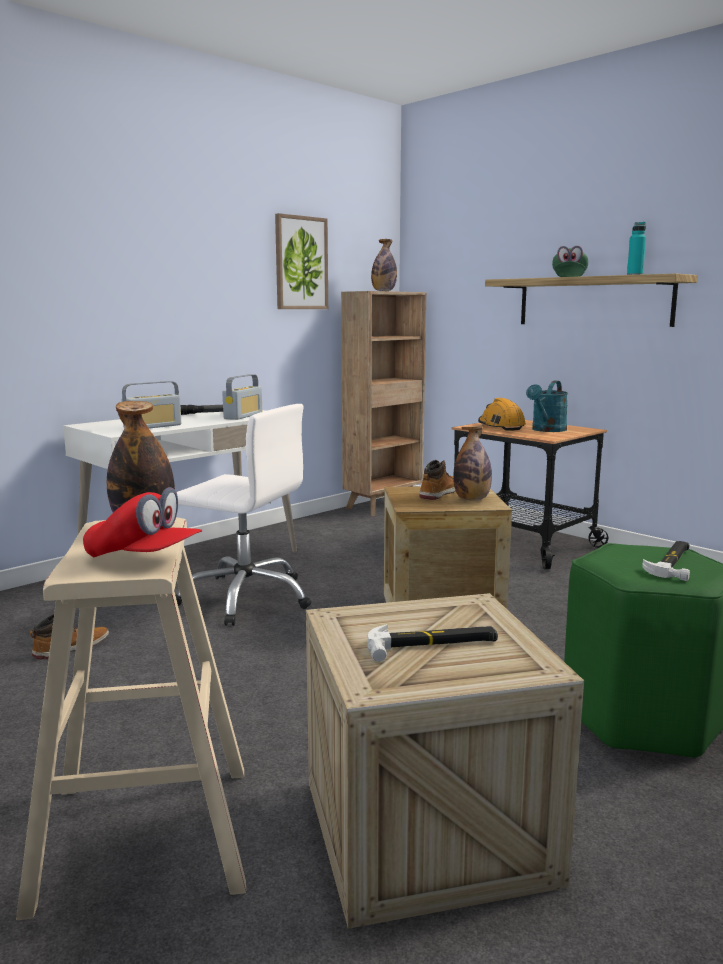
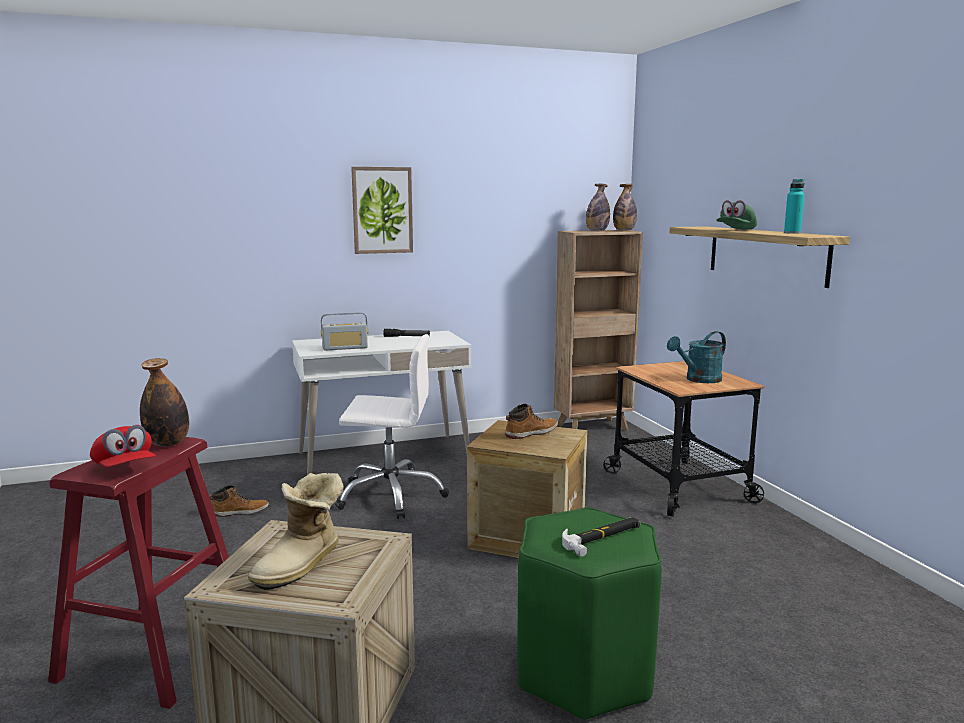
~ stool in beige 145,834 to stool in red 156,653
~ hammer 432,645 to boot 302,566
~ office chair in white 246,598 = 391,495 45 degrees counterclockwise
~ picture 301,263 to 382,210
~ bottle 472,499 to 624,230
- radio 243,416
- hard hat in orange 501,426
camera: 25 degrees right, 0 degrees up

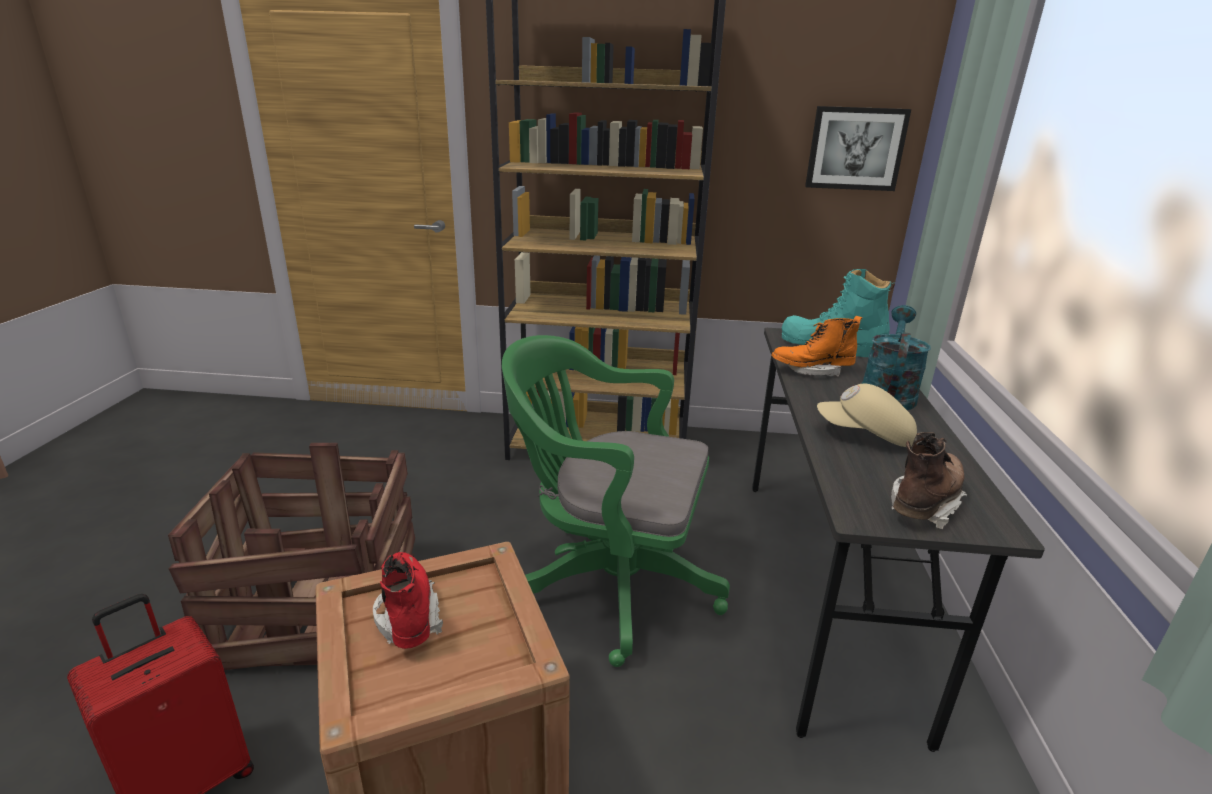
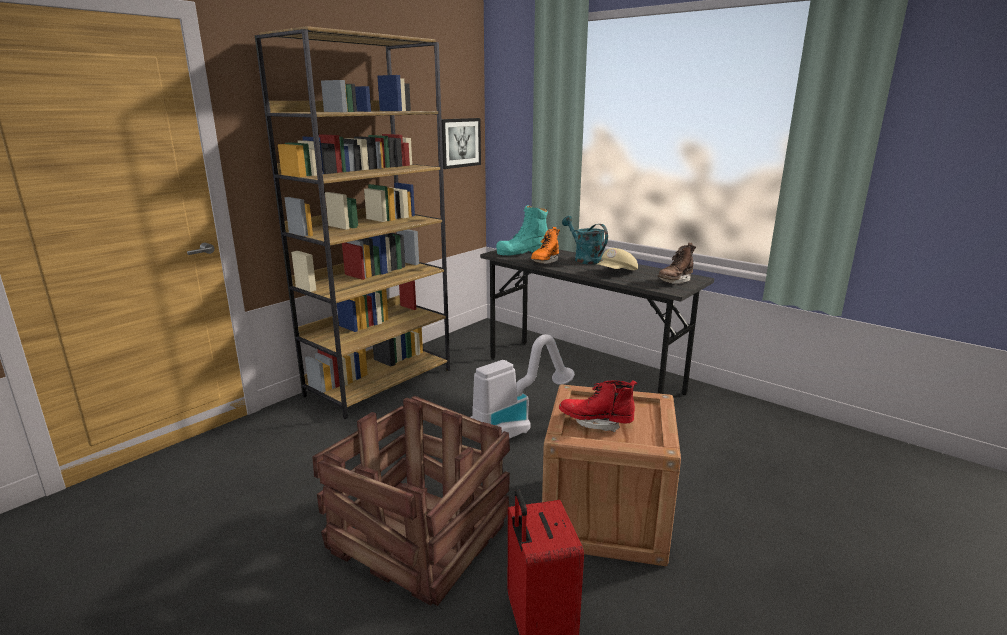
~ office chair in green 608,582 to vacuum cleaner 517,426
~ boot in brown 924,504 = 674,281 120 degrees counterclockwise
camera: 55 degrees left, 5 degrees down

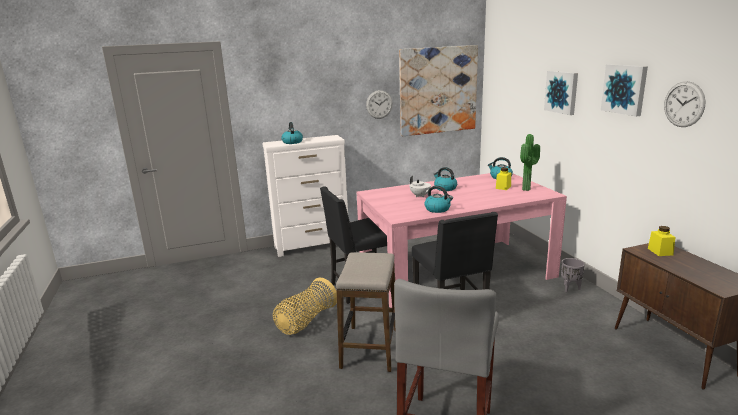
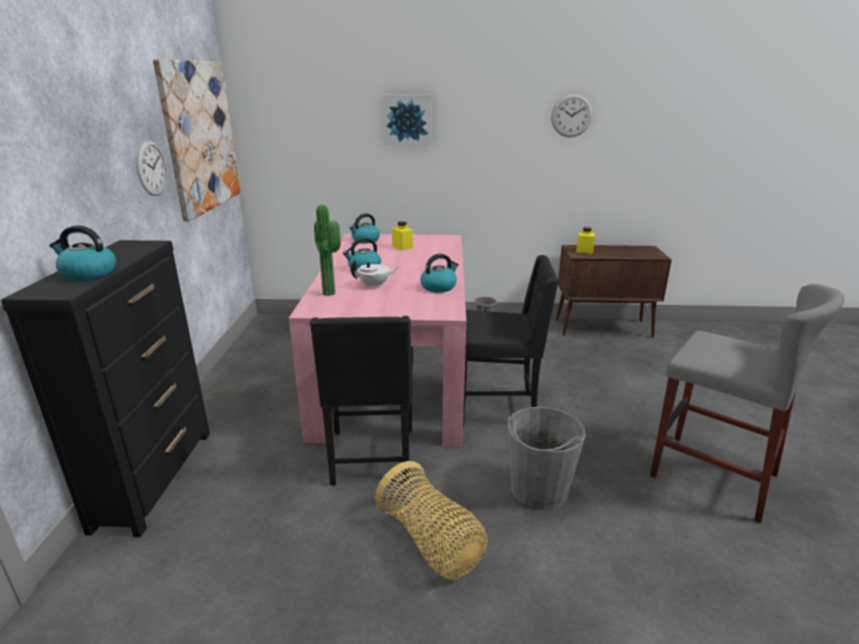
~ dresser in white 312,246 to dresser in black 156,477
~ potted plant 527,189 to 331,293
~ stool 369,348 to bucket in grey 538,489
- picture 625,89
camera: 70 degrees left, 5 degrees up

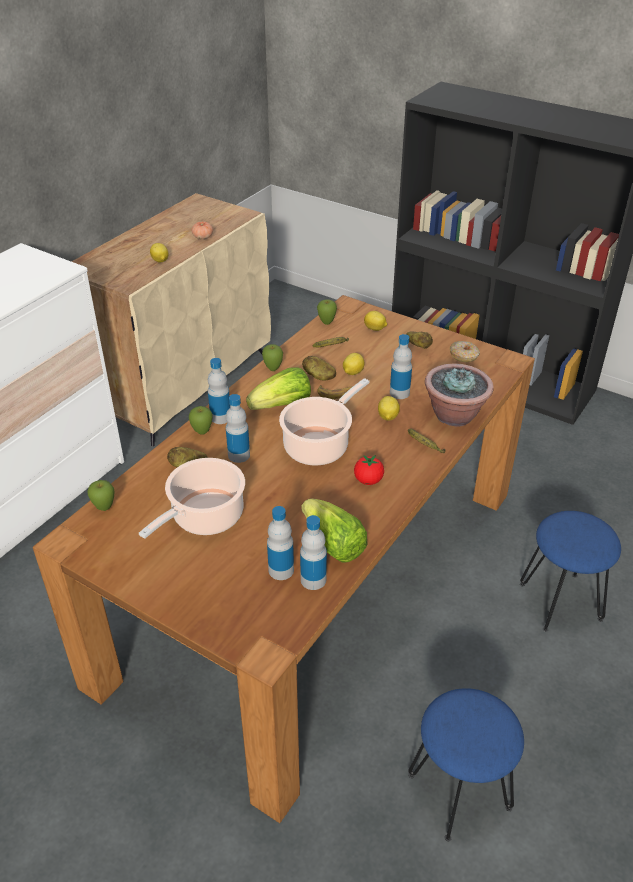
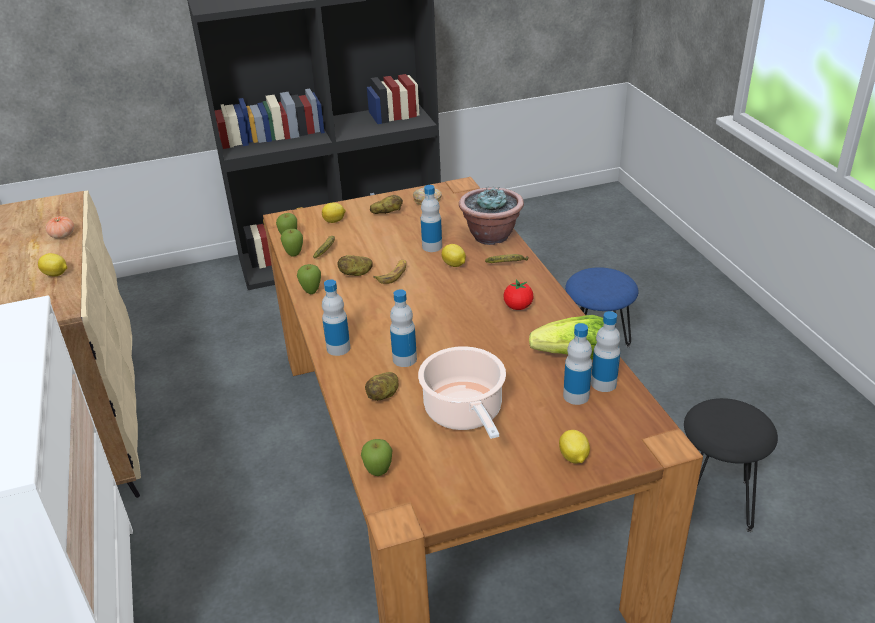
~ apple 202,432 to 294,255
~ lemon 352,372 to 573,458
~ stool in blue 459,792 to stool in black 715,500
- lettuce 282,405
- cooking pot 319,445
camera: 50 degrees left, 5 degrees down

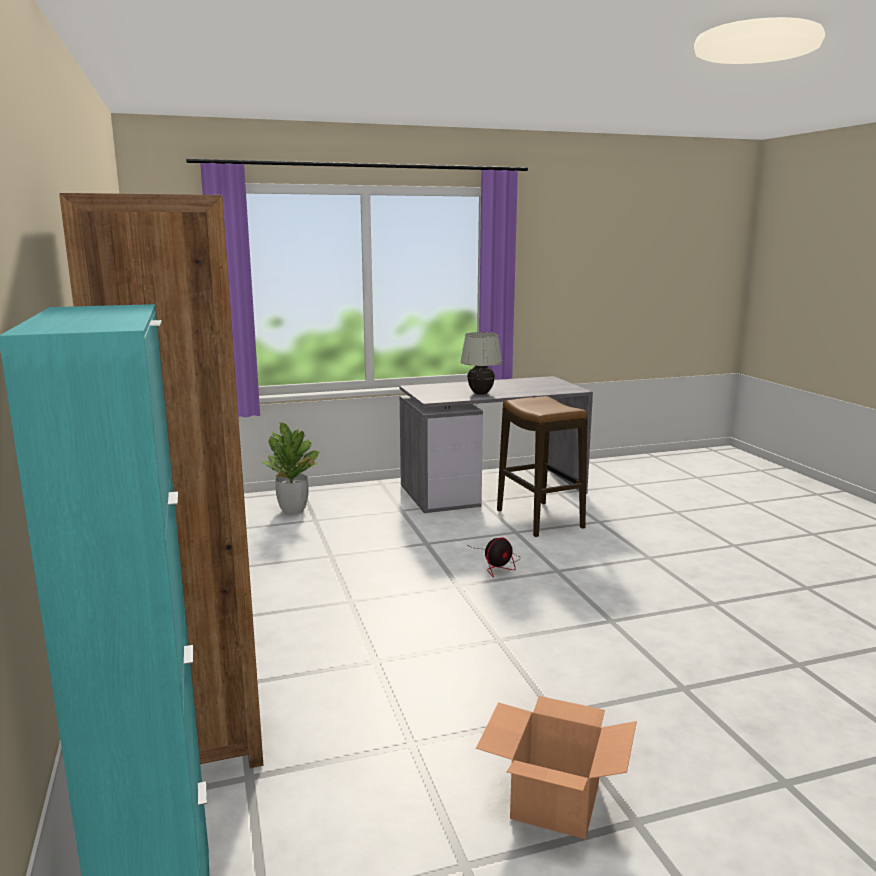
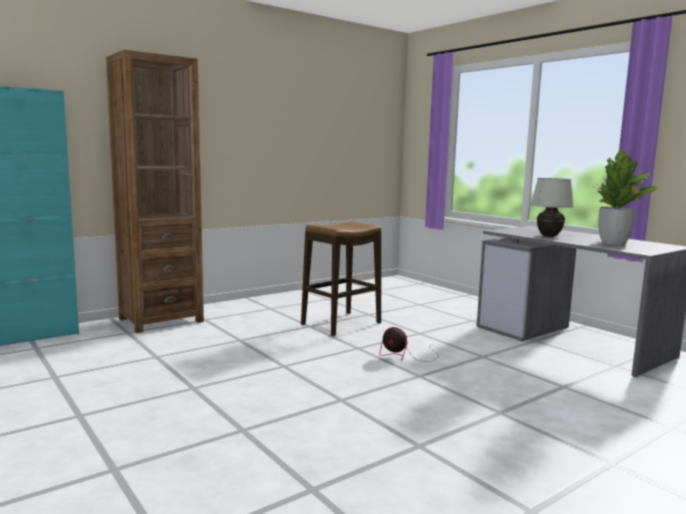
~ stool 540,519 to 341,324
~ potted plant 293,510 to 614,243
- cardboard box 556,802
camera: 70 degrees right, 5 degrees down

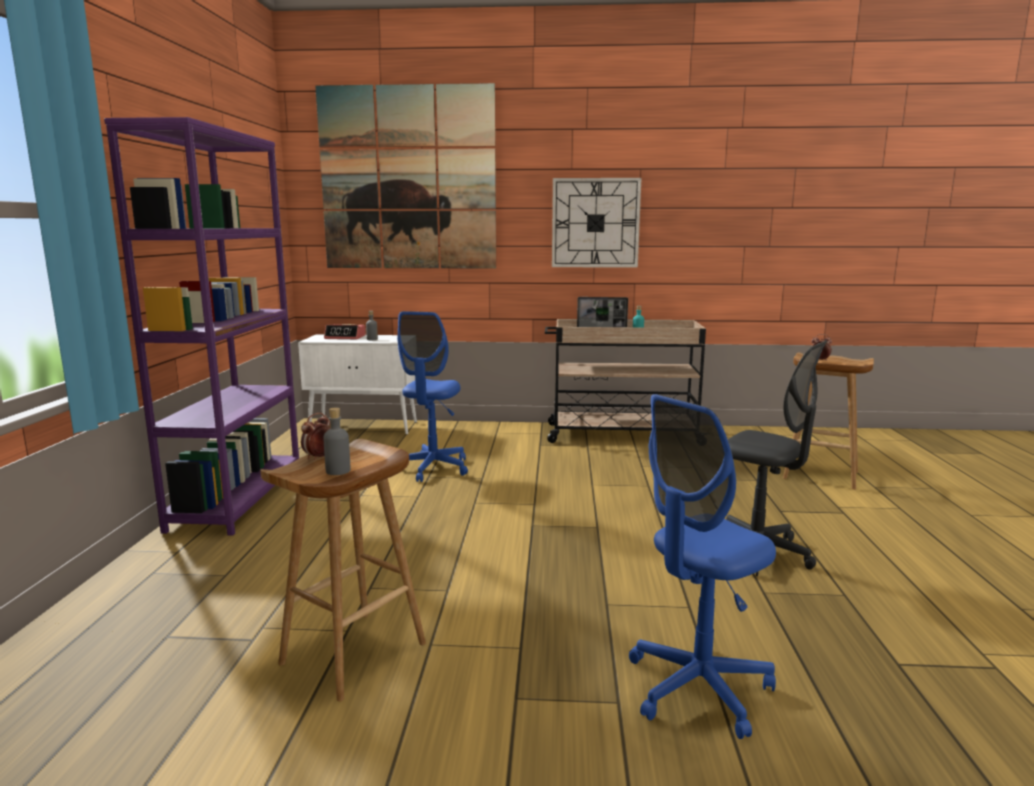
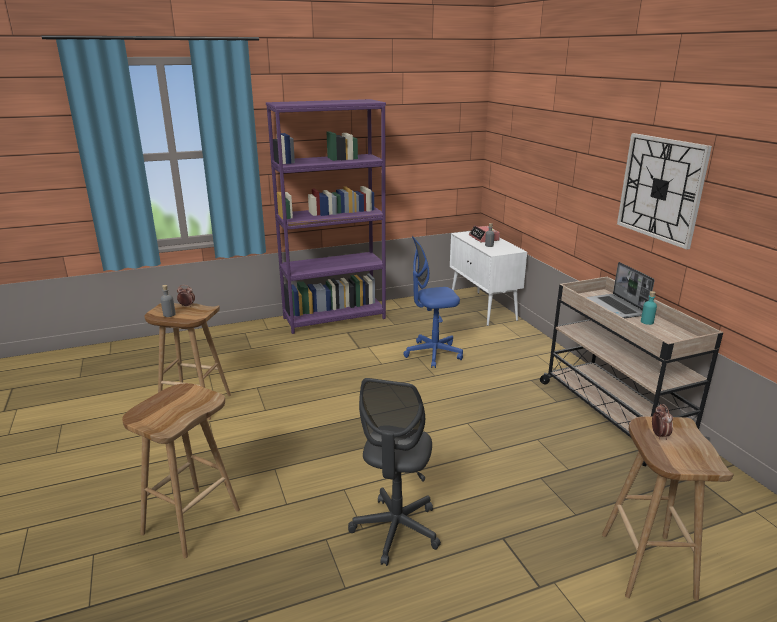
~ office chair in blue 698,688 to stool in brown 191,520
- picture 408,179
camera: 65 degrees right, 10 degrees up

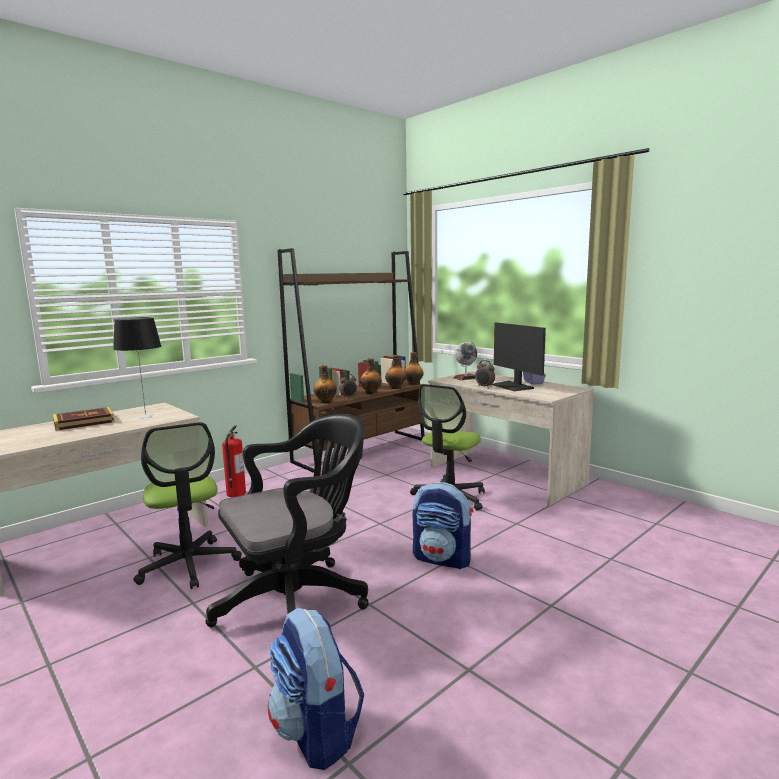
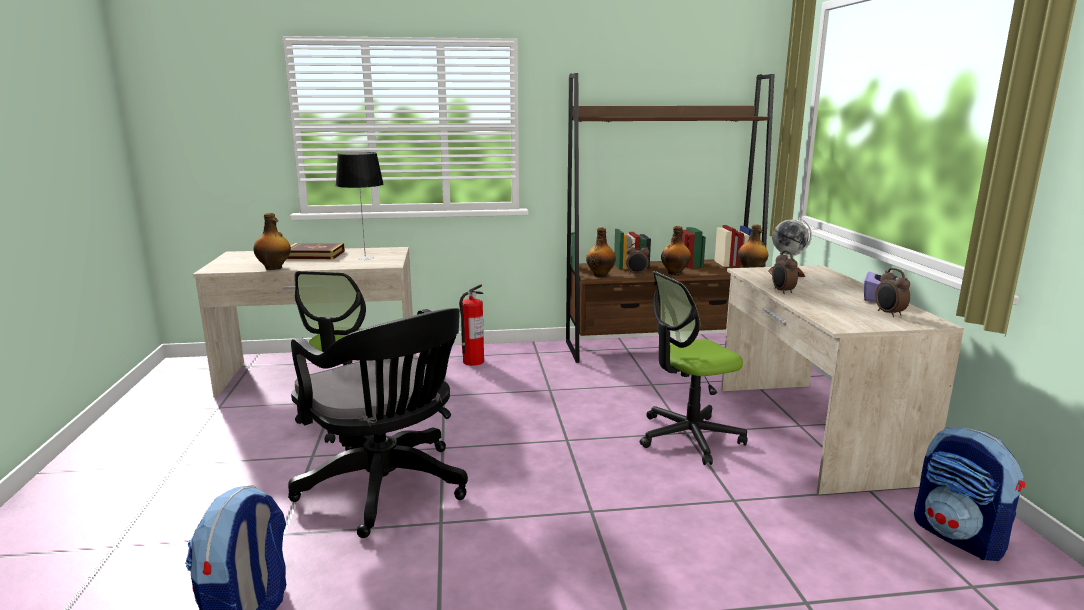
~ bottle 396,388 to 274,268
~ office chair in black 298,600 = 388,489 45 degrees clockwise
+ alarm clock 889,314
~ backpack 443,559 to 959,537
- monitor 512,386
camera: 35 degrees right, 5 degrees up

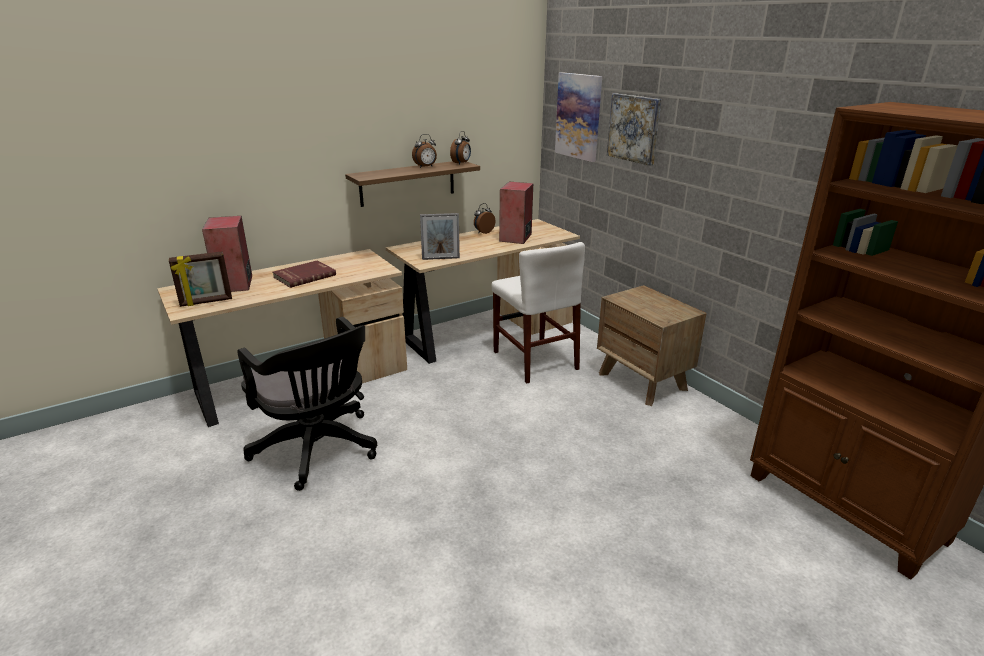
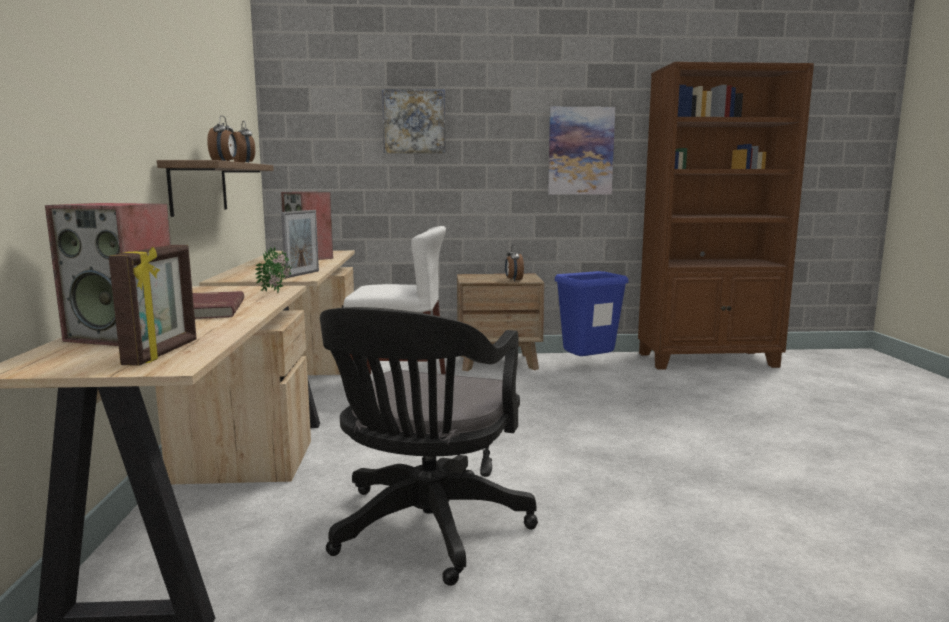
+ potted plant 278,292
~ office chair in black 319,450 = 425,531 120 degrees clockwise
~ alarm clock 483,232 to 513,280
~ picture 578,116 to 580,151
+ trash can in blue 588,366
camera: 60 degrees left, 15 degrees down

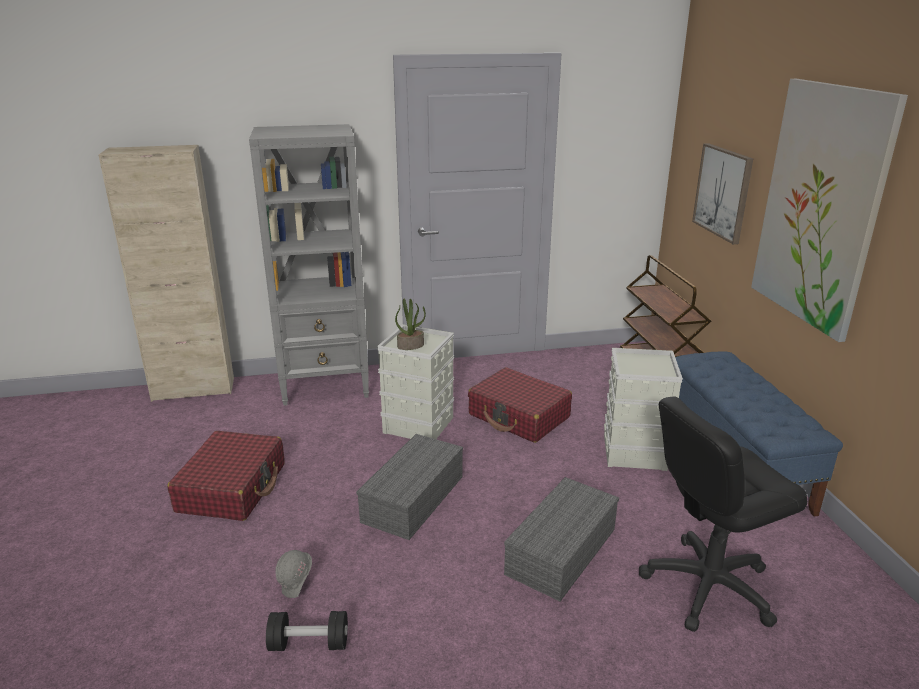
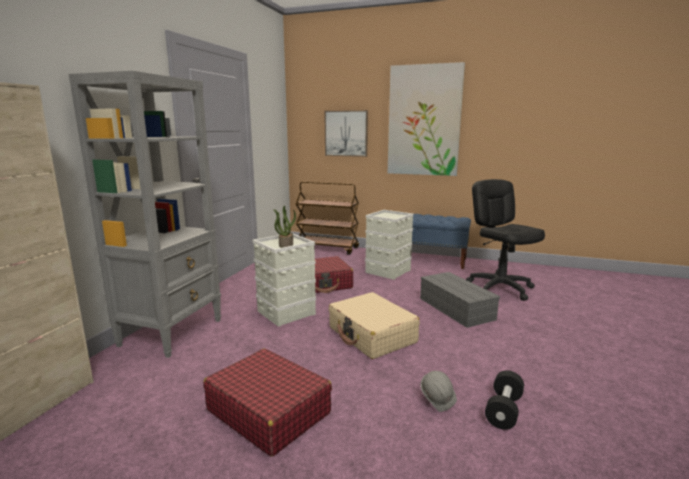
~ storage box in grey 413,500 to suitcase in beige 372,335
~ office chair in black 708,586 = 500,288 150 degrees clockwise
camera: 60 degrees left, 10 degrees down

